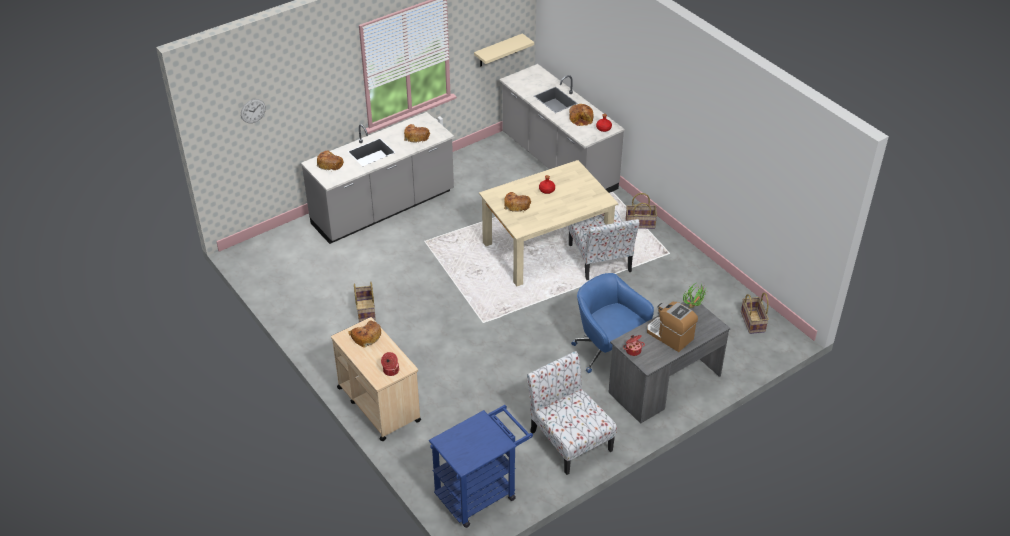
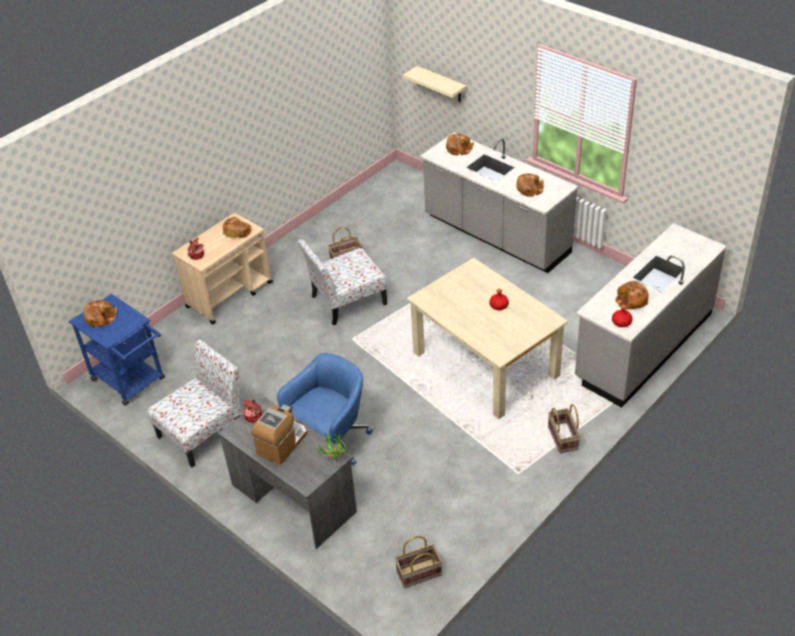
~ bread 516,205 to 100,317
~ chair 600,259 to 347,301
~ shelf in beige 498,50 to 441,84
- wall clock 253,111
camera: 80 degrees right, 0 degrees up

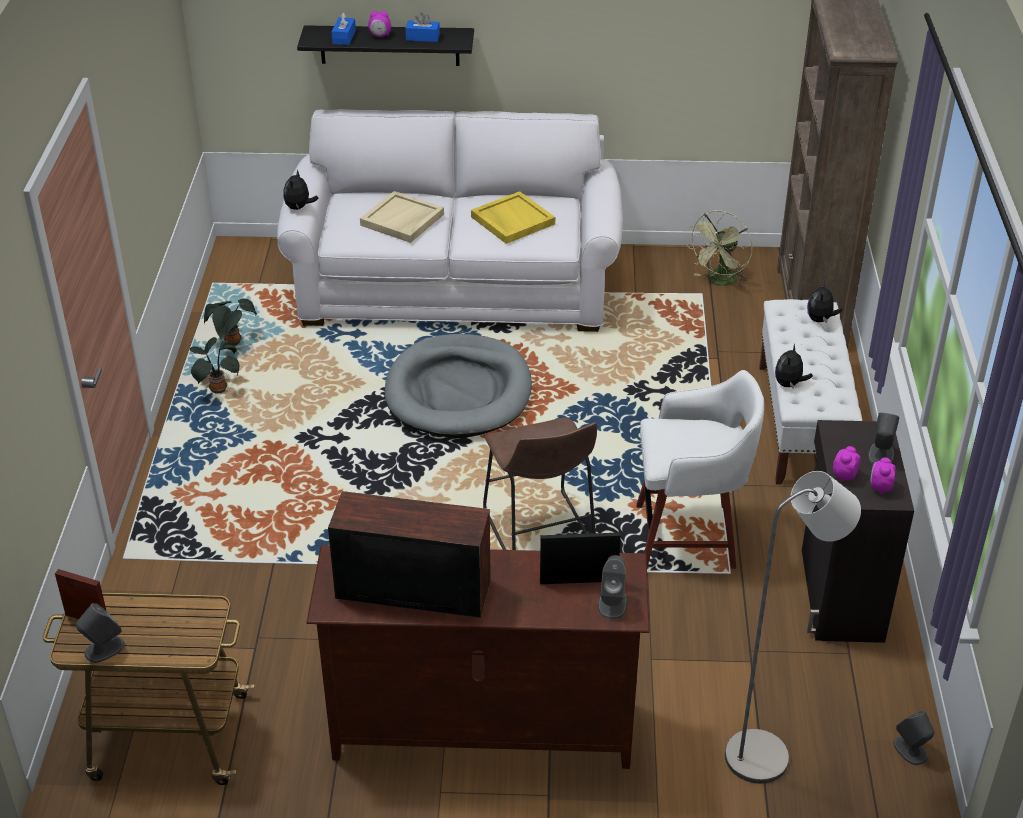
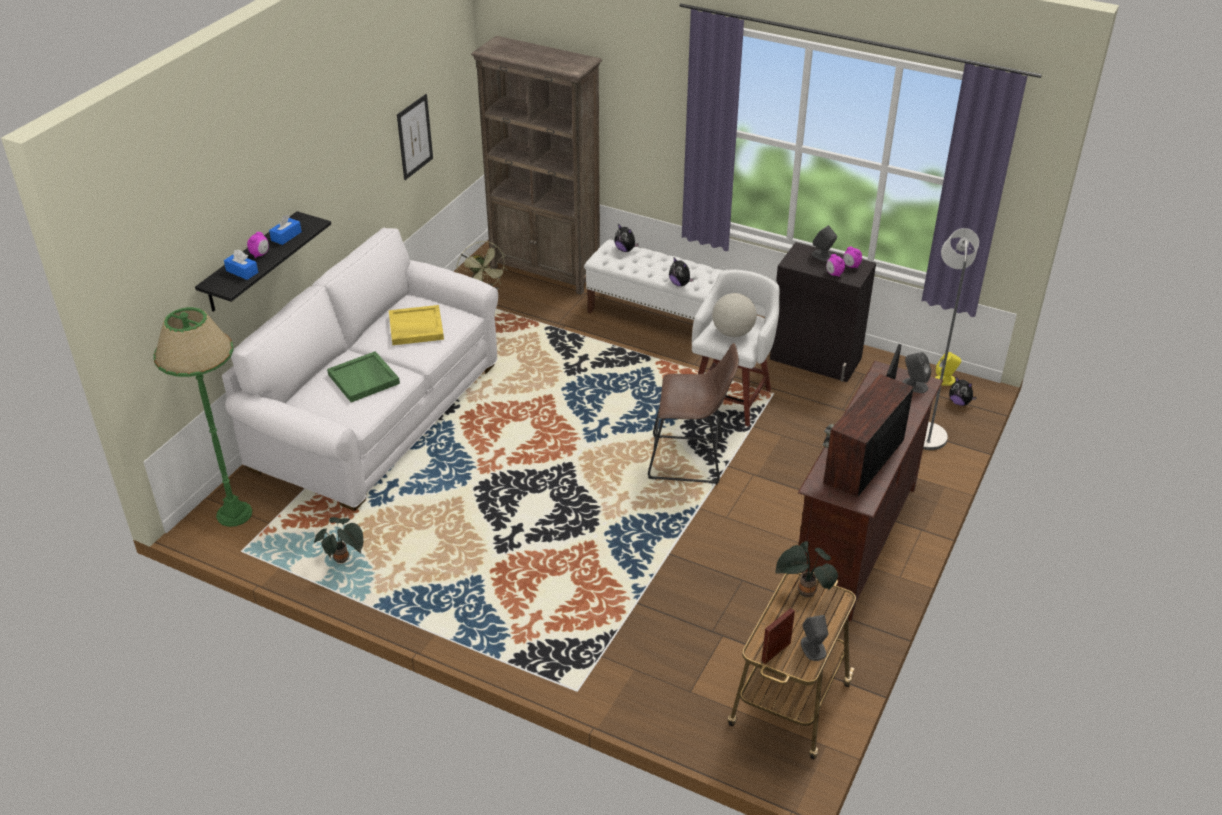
+ floor lamp in green 235,514
~ tray in beige 402,220 to tray in green 364,379
+ picture 414,137
+ globe 733,333
~ potted plant 217,389 to 804,592
~ speaker in grey 911,750 to speaker in yellow 945,380
~ plush toy 299,207 to 959,402
- dog bed in grey 458,392
camera: 65 degrees left, 0 degrees up

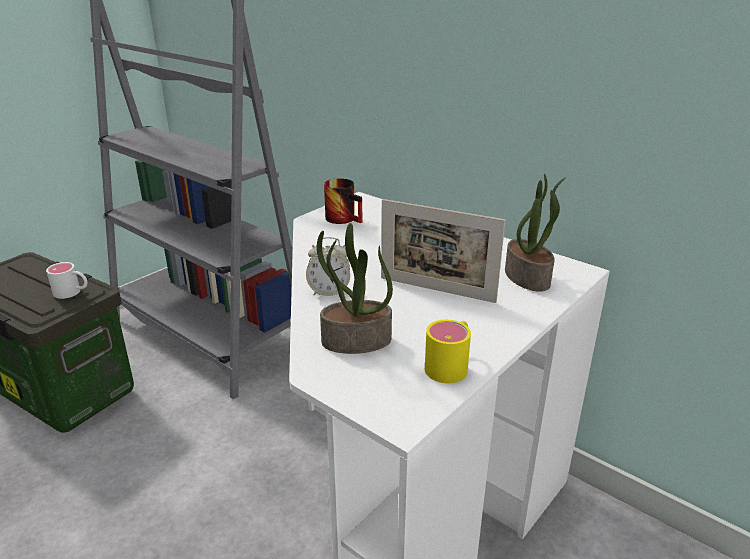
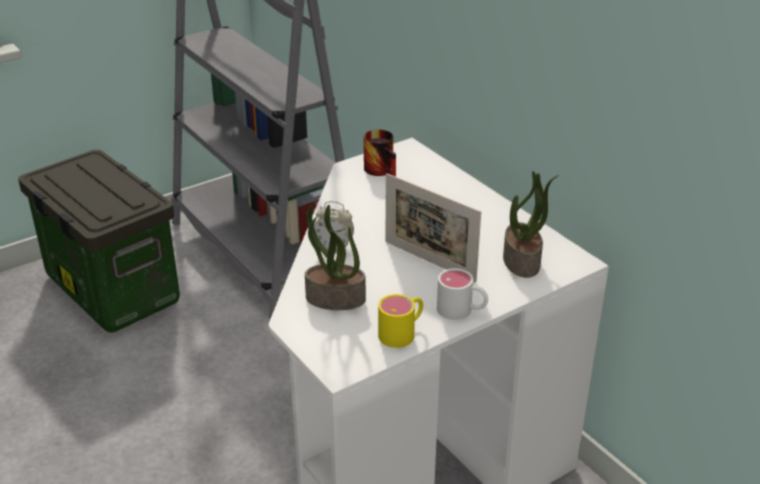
~ mug in white 72,292 to 462,311
camera: 15 degrees right, 5 degrees up

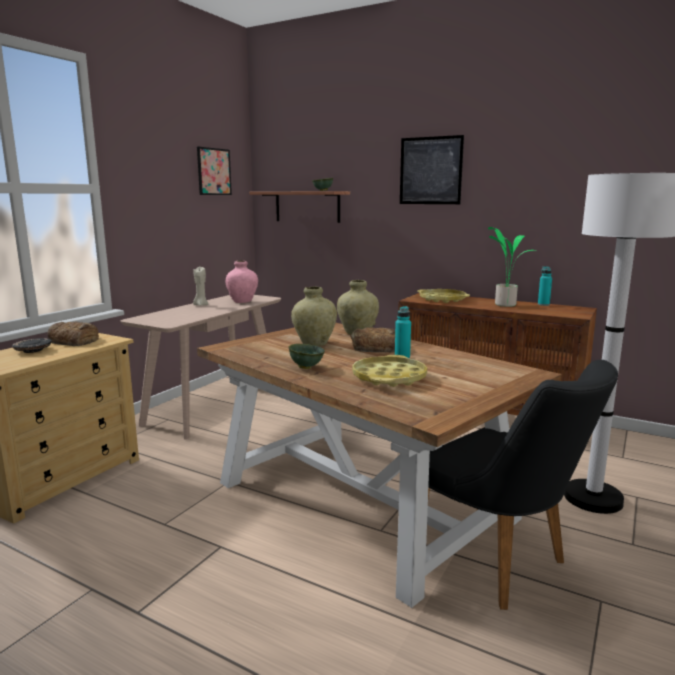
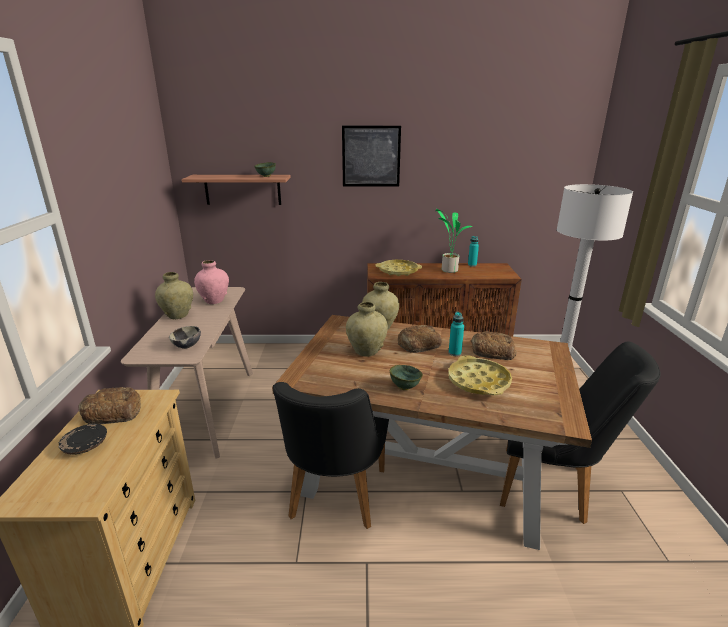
~ candle in beige 201,305 to vase in beige 178,315
+ bowl 187,346
+ chair in black 334,500
+ bread 492,350
- picture 214,171
camera: 30 degrees left, 10 degrees up

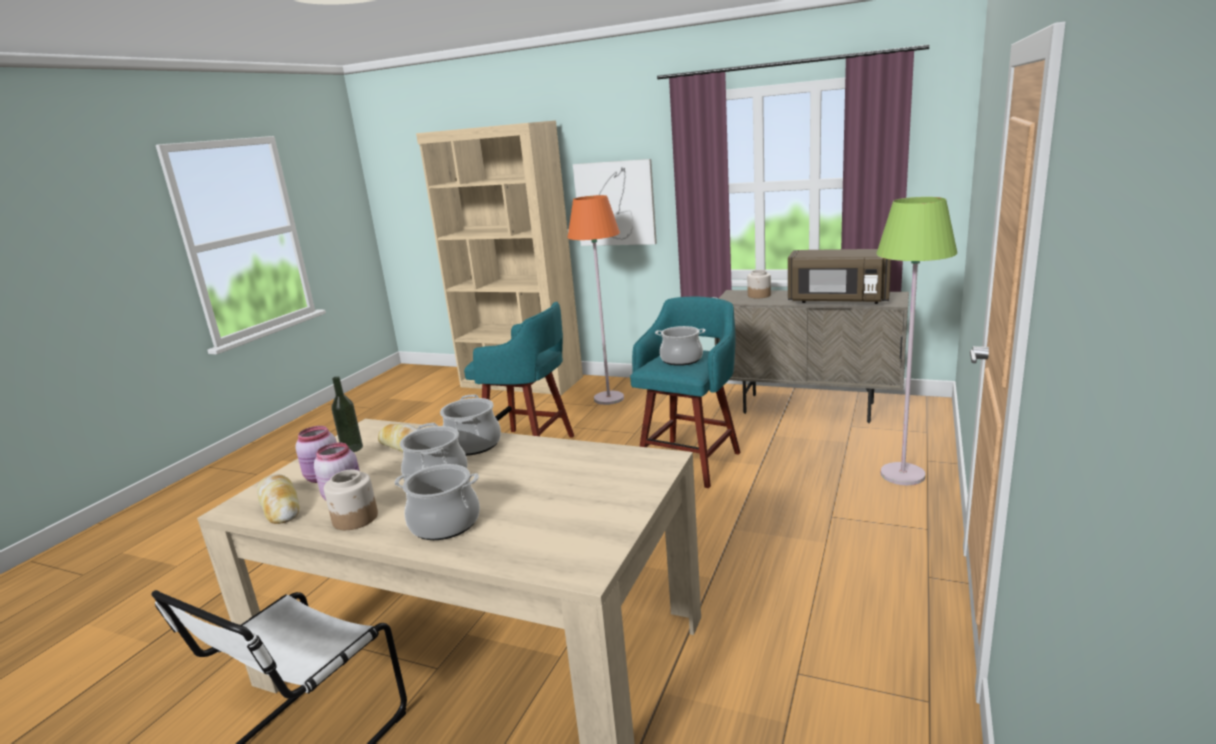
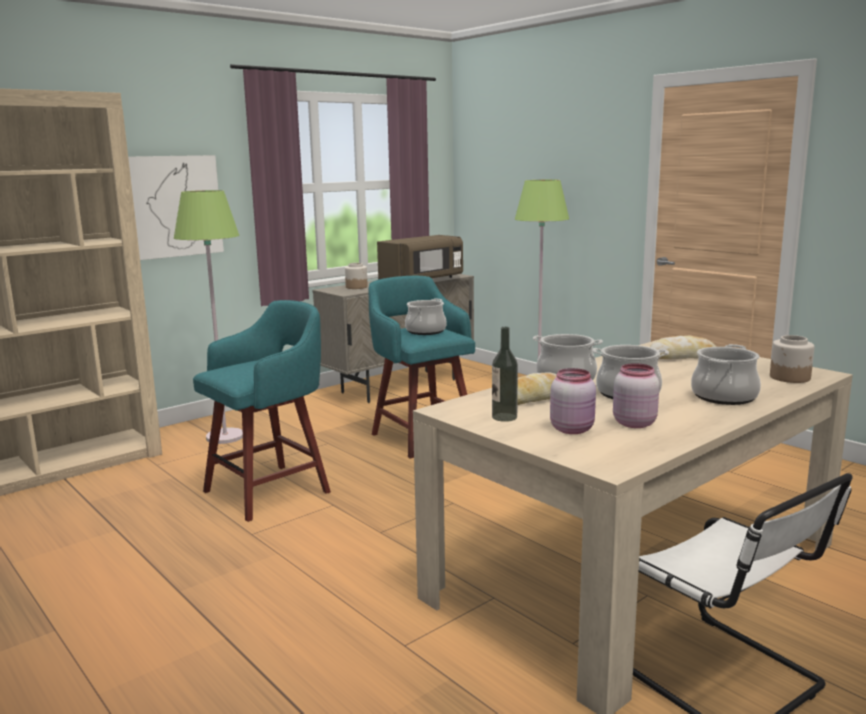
~ floor lamp in orange 608,398 to floor lamp in green 225,437
~ bread 280,506 to 682,357
~ jar 355,519 to 790,377
camera: 65 degrees left, 5 degrees down

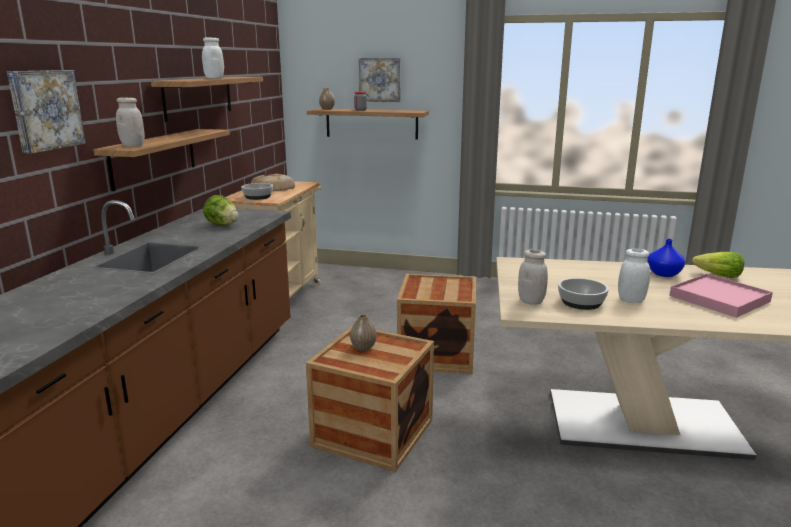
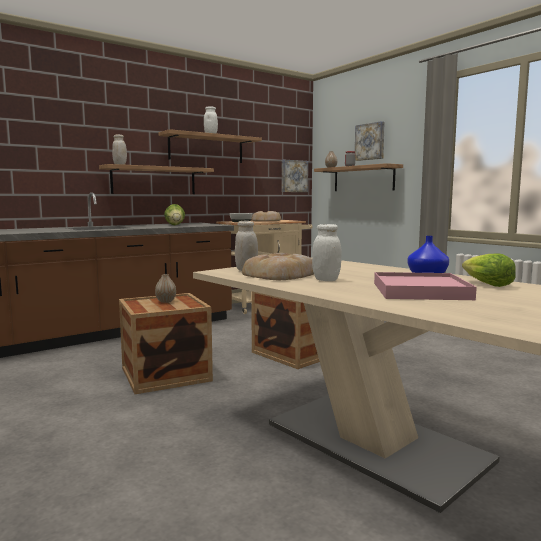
~ bowl 581,302 to bread 281,275
~ picture 45,110 to 293,176
camera: 40 degrees right, 10 degrees down

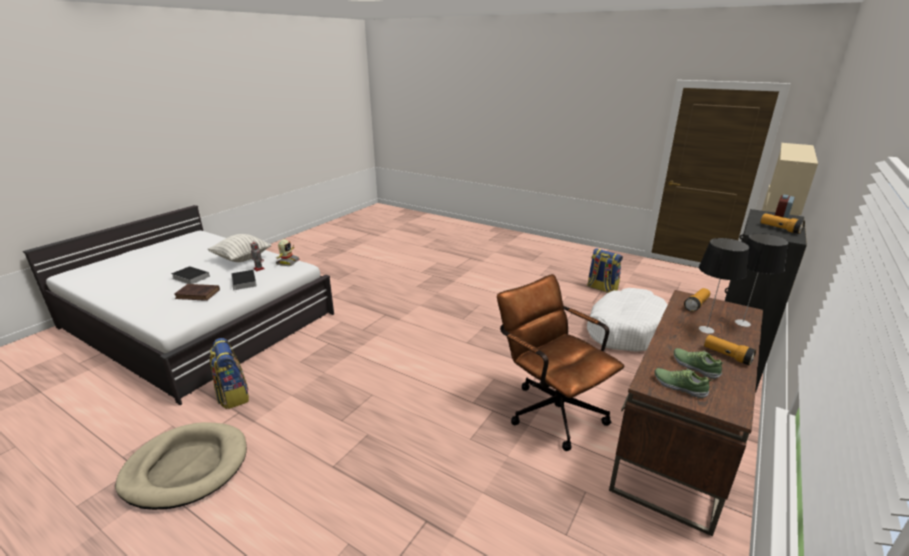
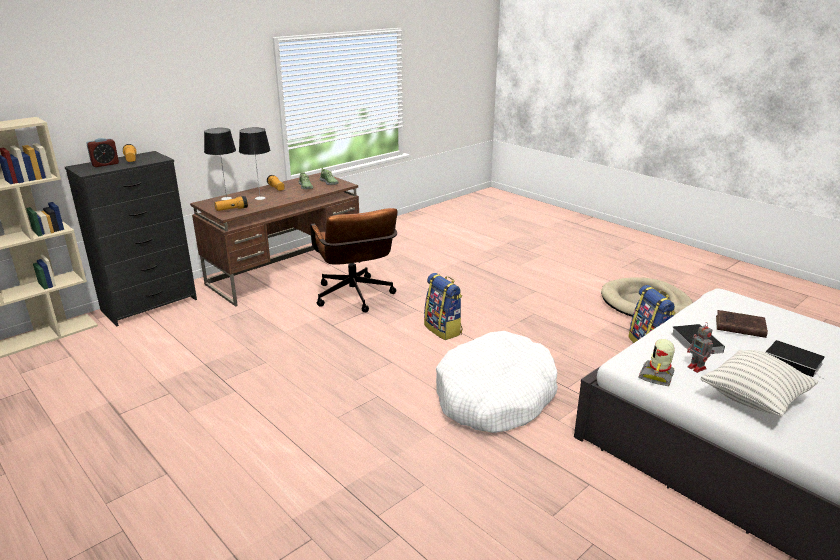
~ backpack 601,288 to 443,329
~ dog bed in white 626,329 to 494,396
camera: 165 degrees left, 0 degrees up

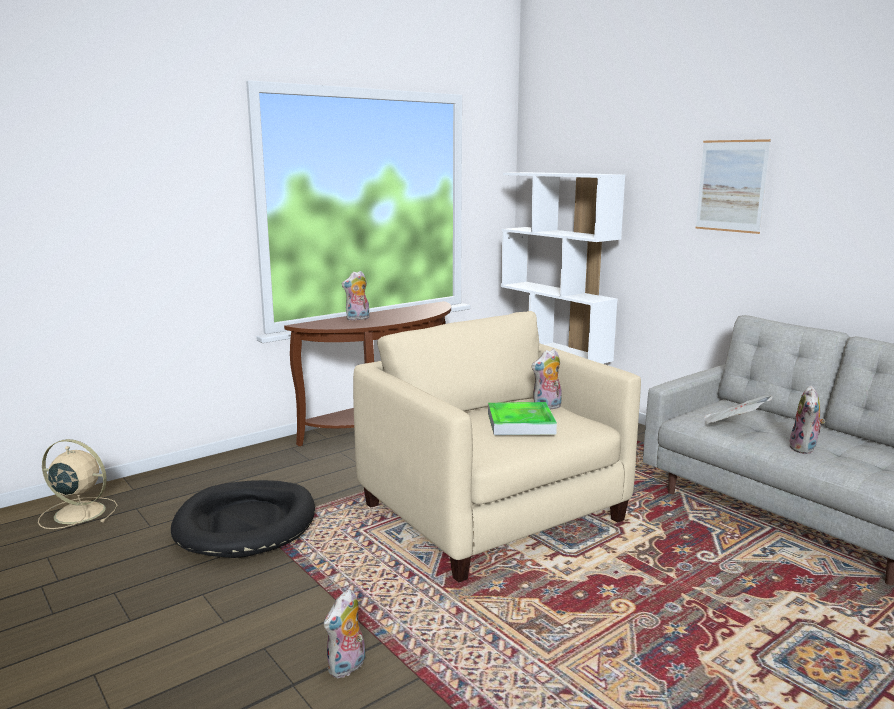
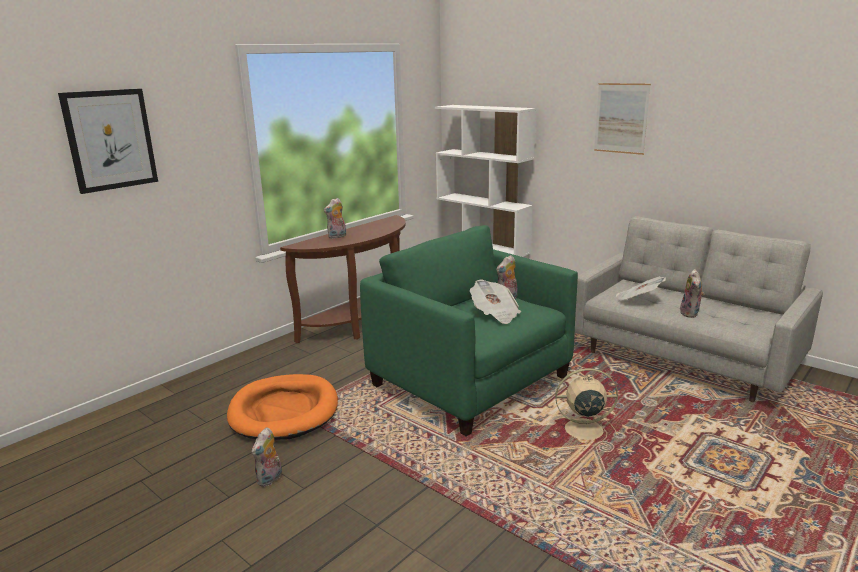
+ picture 110,140
~ dog bed in black 246,523 to dog bed in orange 284,411
~ plush toy 347,667 to 270,479
~ armchair in beige 493,513 to armchair in green 471,381
~ tray 520,423 to newspaper 495,314
~ fan in beige 77,513 to 581,430
camera: 10 degrees left, 5 degrees up

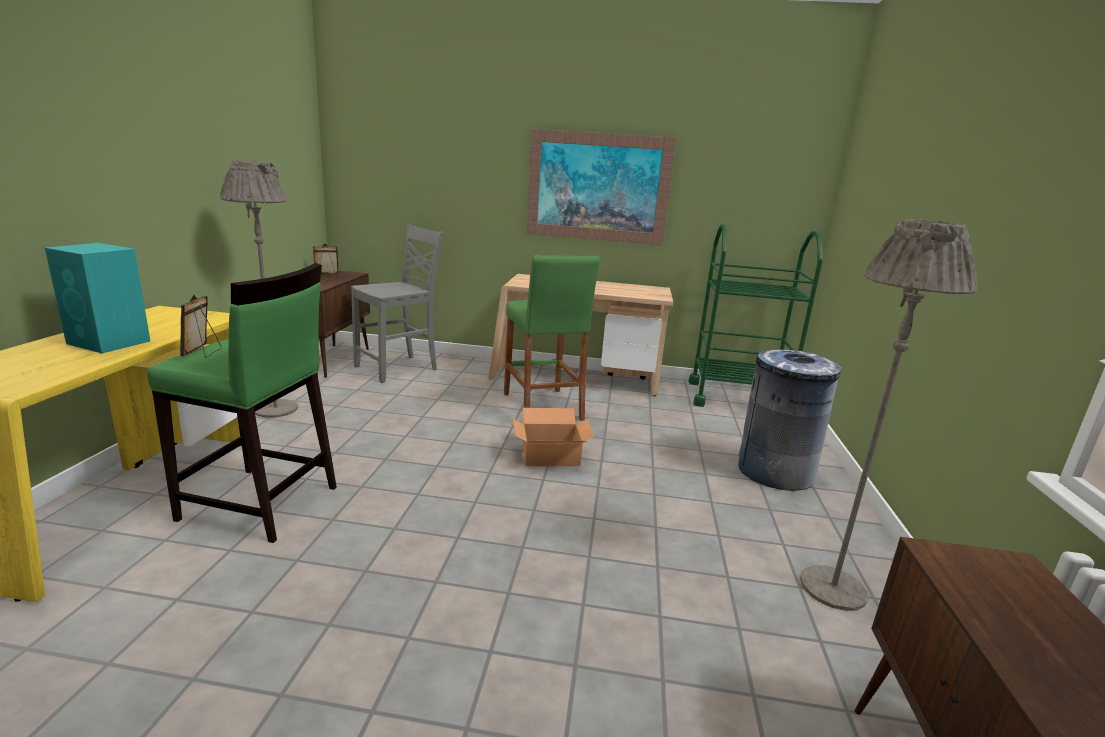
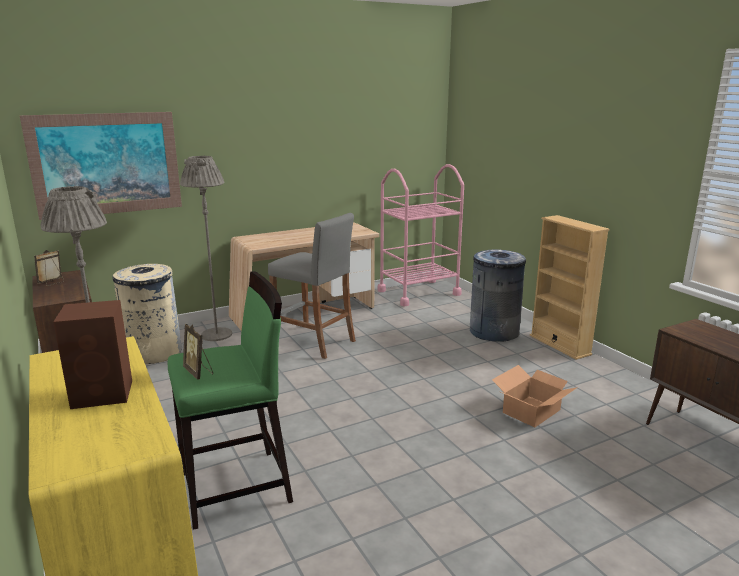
~ picture 598,187 to 106,164
~ speaker in turquoise 110,343 to speaker in brown 104,394
~ chair in grey 398,368 to trash can in beige 153,352
~ floor lamp in grey 833,588 to 216,334
~ stool in green 542,407 to stool in grey 314,342
~ cart in green 737,398 to cart in pink 418,293
~ cardboard box 551,456 to 532,411
+ bookcase in beige 560,345
camera: 35 degrees left, 0 degrees up

